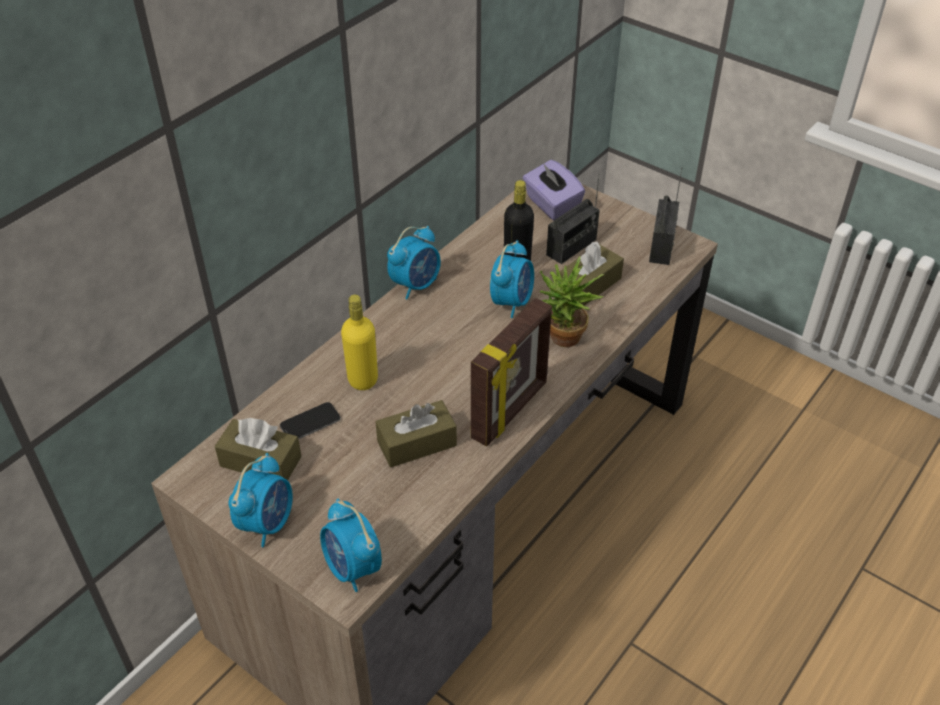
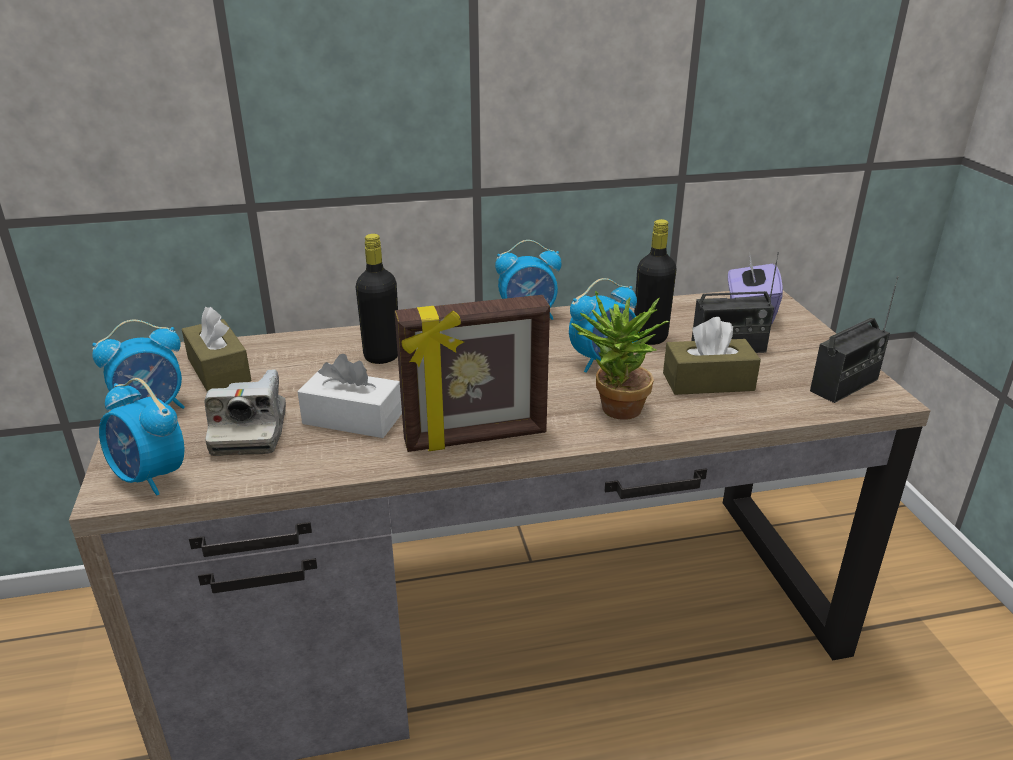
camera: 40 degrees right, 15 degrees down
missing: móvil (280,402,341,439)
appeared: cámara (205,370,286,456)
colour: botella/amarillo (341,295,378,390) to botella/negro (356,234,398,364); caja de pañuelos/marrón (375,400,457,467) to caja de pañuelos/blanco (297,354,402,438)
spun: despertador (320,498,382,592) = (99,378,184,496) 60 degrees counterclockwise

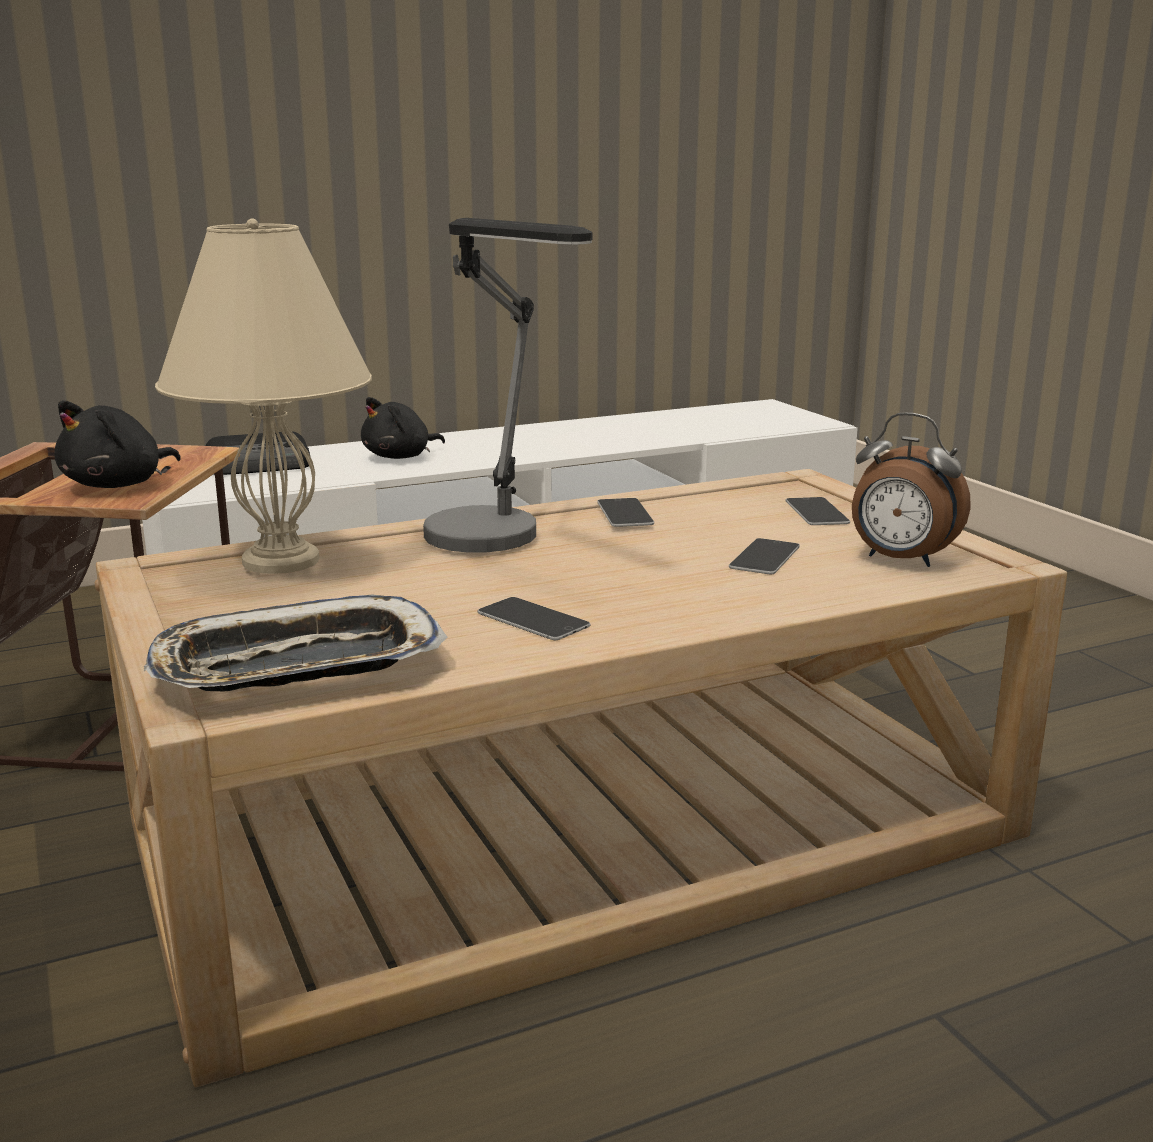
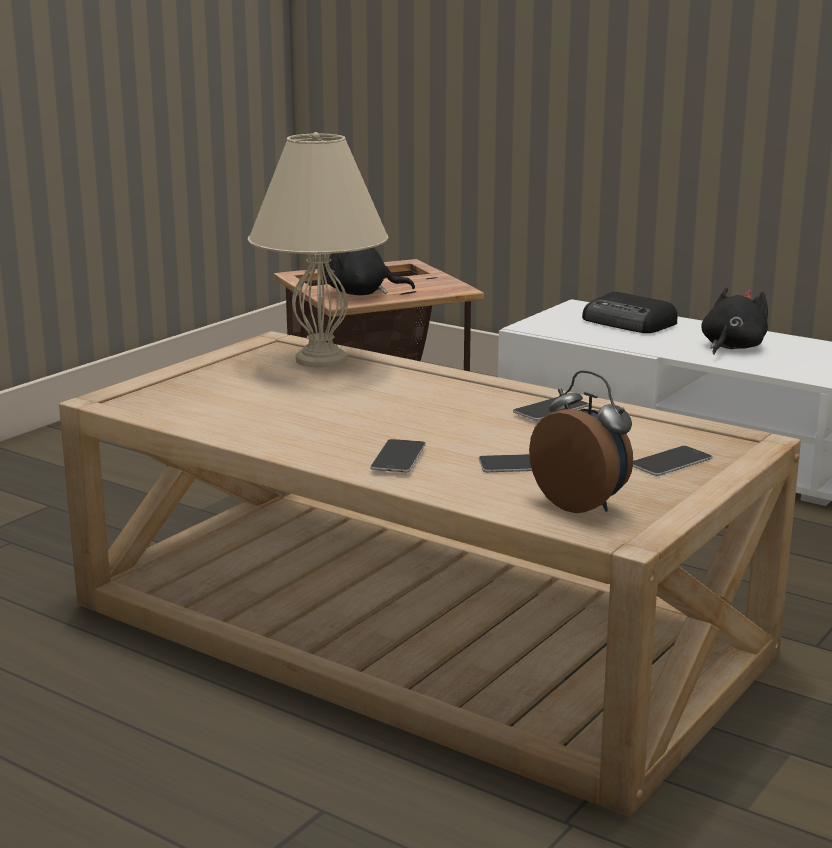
camera: 60 degrees right, 0 degrees up
missing: bandeja (144,594,448,691); lámpara de mesa (423,218,593,553)
relocated: móvil (478,597,591,640) to (370,439,426,472)
spun: peluche/negro (361,397,445,459) = (701,287,768,355) 105 degrees clockwise; despertador (852,413,971,567) = (529,370,633,513) 135 degrees clockwise

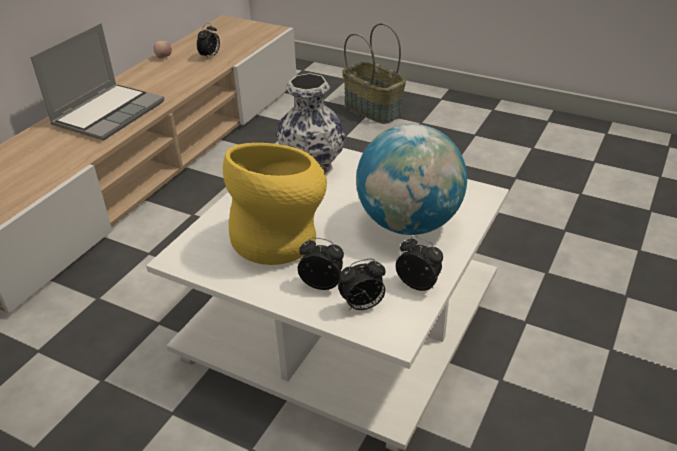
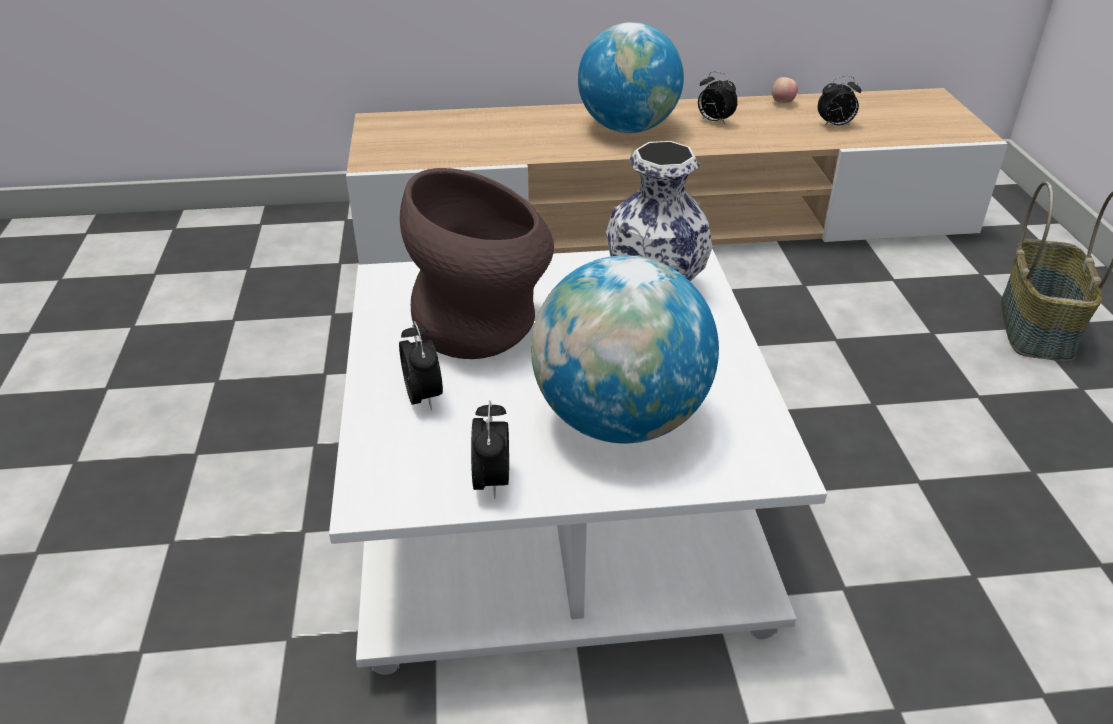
camera: 55 degrees right, 0 degrees up
relocated: despertador (338,259,386,311) to (698,71,738,124)
exchanged: portátil (30,23,164,140) to globo terráqueo (578,22,684,133)
colour: florero/amarillo (223,143,327,265) to florero/marrón (400,168,554,359)

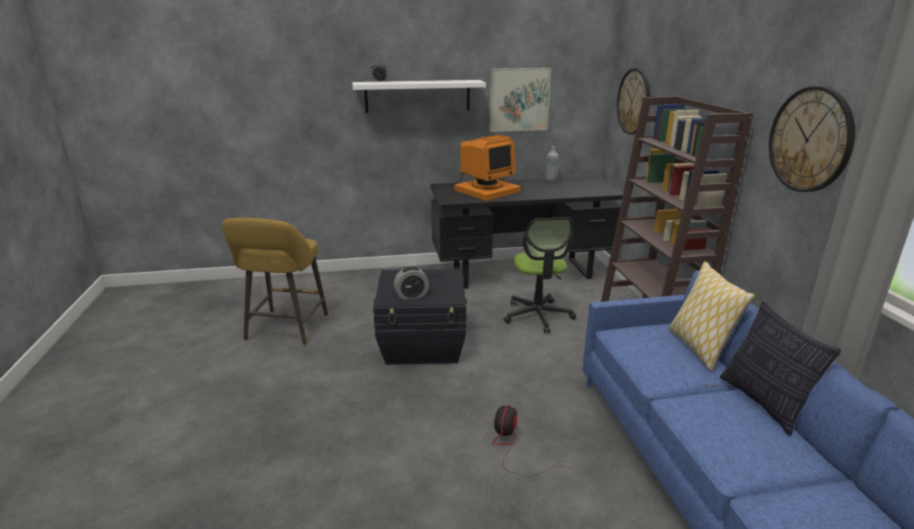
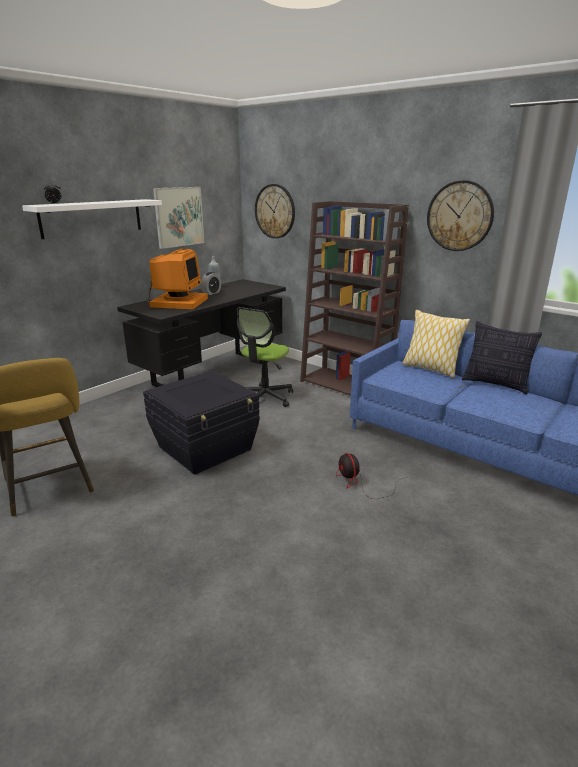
camera: 40 degrees left, 0 degrees up
relocated: despertador (394,267,429,300) to (201,272,221,295)
spun: silla de oficina (504,217,576,333) = (237,307,293,407) 75 degrees clockwise

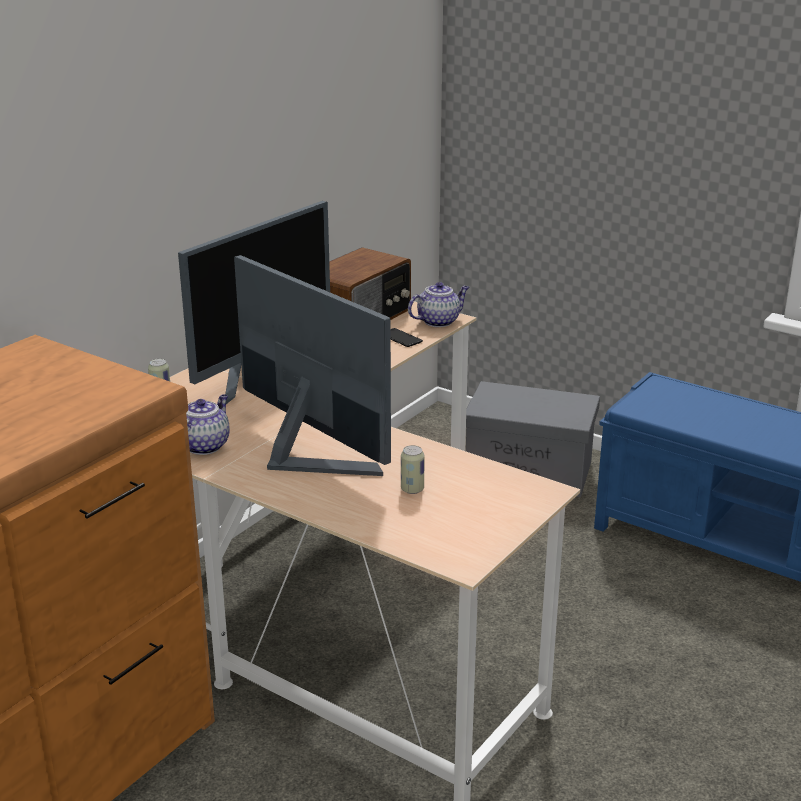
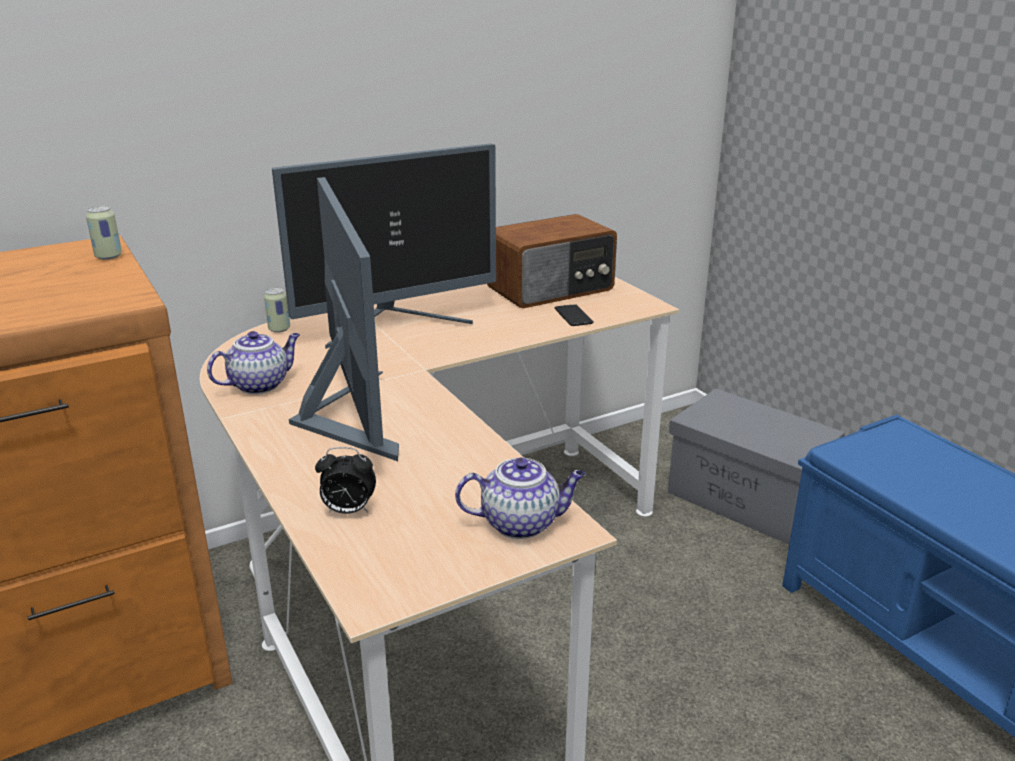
camera: 25 degrees right, 0 degrees up
appeared: despertador (315,447,376,514)
relocated: lata (401,445,425,494) to (86,206,122,260); tetera (408,282,469,327) to (455,457,586,539)

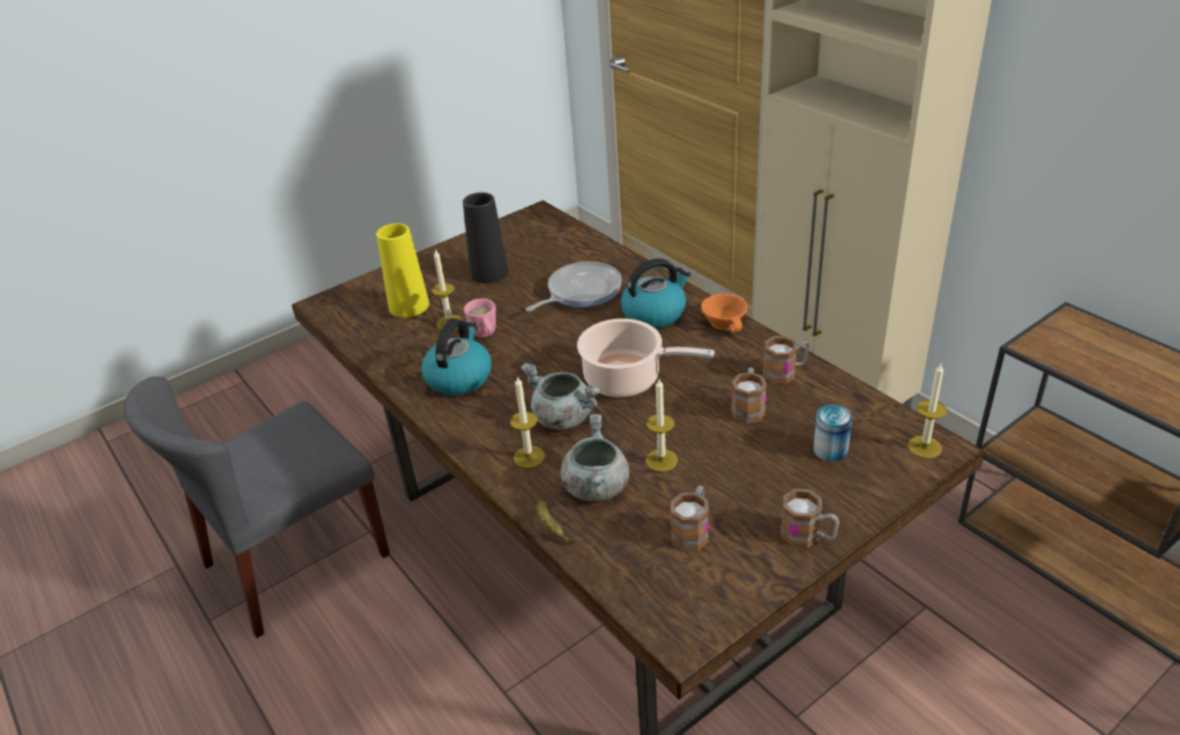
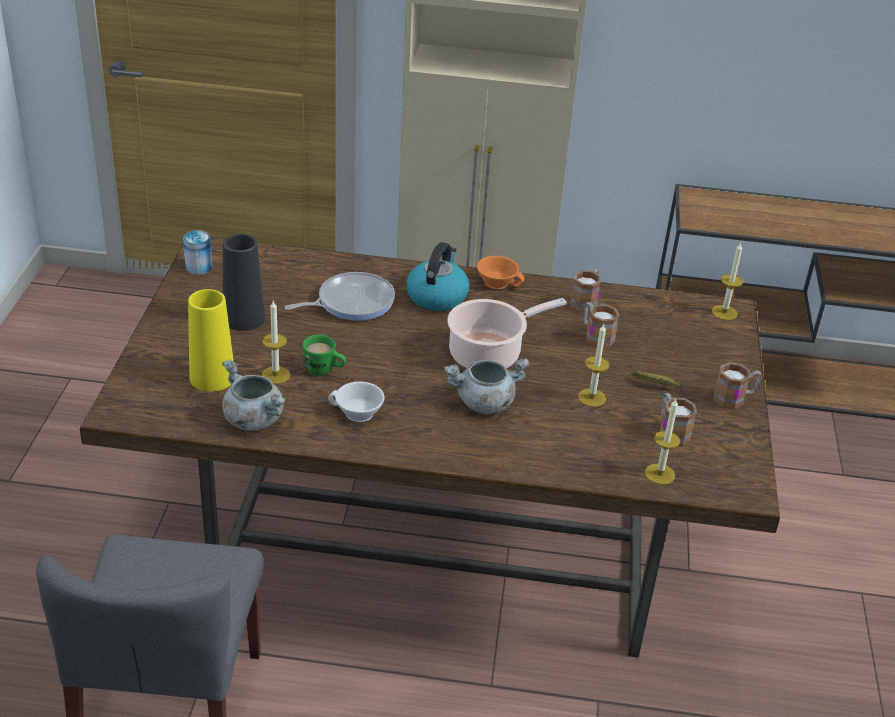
camera: 50 degrees left, 0 degrees up
relocated: vela (510,376,545,468) to (645,399,680,485); plátano (537,500,575,544) to (631,371,683,388); olla/gris (560,414,629,501) to (222,359,286,430); lata (813,405,853,462) to (183,230,212,275)
exchanged: hervidor (421,319,491,396) to taza/blanco (328,381,384,422)
colour: taza grande/rosa (464,298,496,337) to taza grande/verde (302,335,346,376)
spun: sartén (526,262,622,312) = (285,272,395,321) 60 degrees clockwise

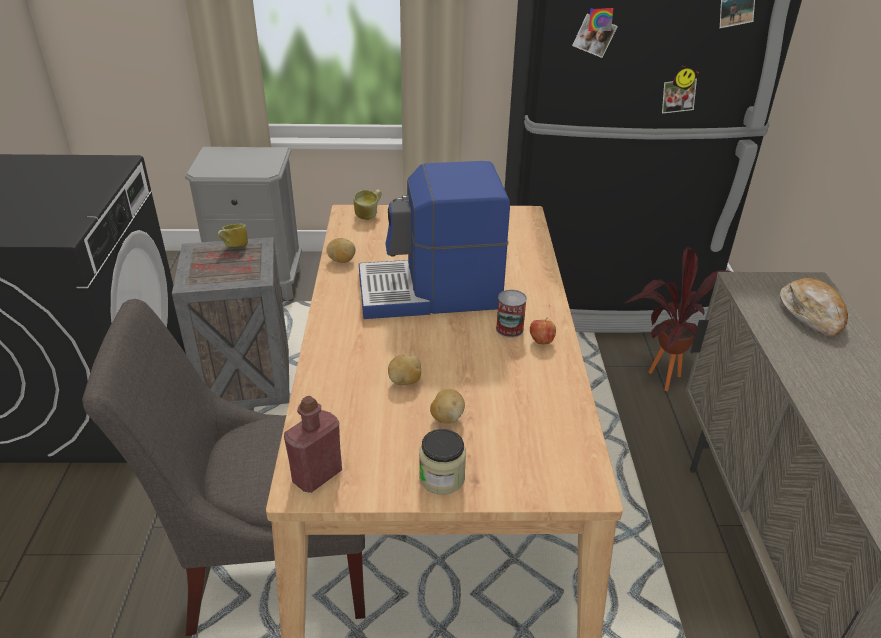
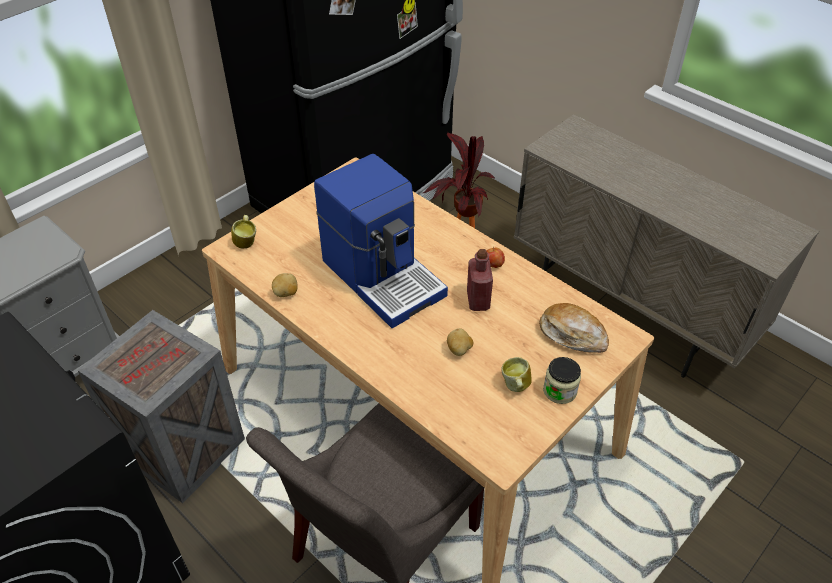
camera: 45 degrees left, 10 degrees up
missing: patata (430,389,465,424); lata (496,290,527,338)
relocated: taza grande (218,224,248,247) to (501,357,532,392); botella/rojo (284,396,342,493) to (467,249,493,311); pan (780,278,848,337) to (539,303,609,353)
spun: cafetera (359,161,510,319) = (314,154,448,328) 75 degrees counterclockwise

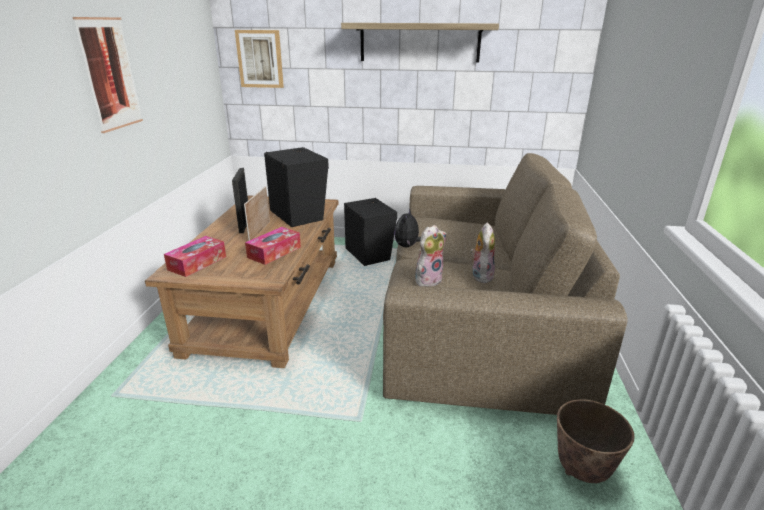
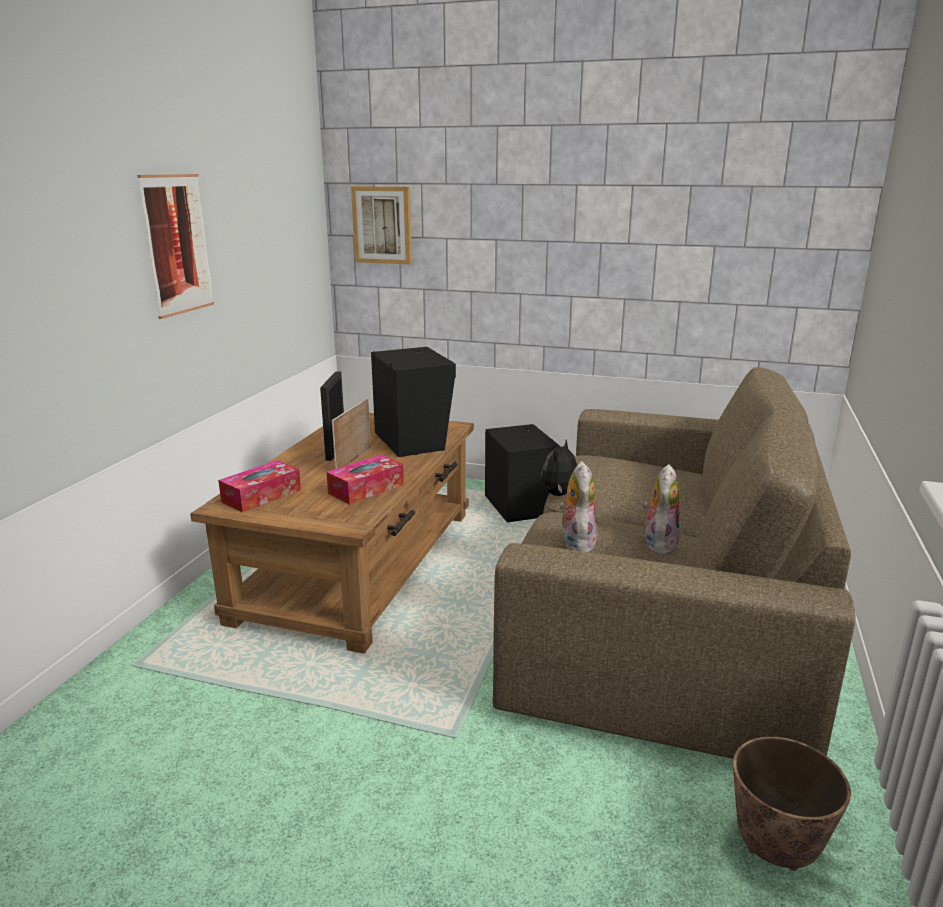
camera: 10 degrees right, 5 degrees down
missing: estante (341,23,499,63)
spun: peluche (415,225,446,287) = (559,461,597,552) 60 degrees counterclockwise

